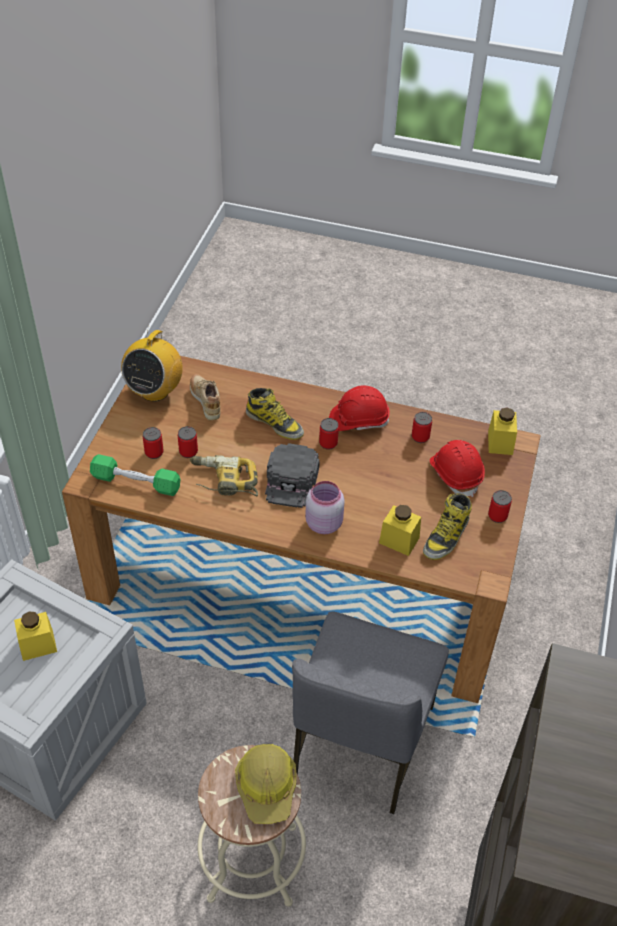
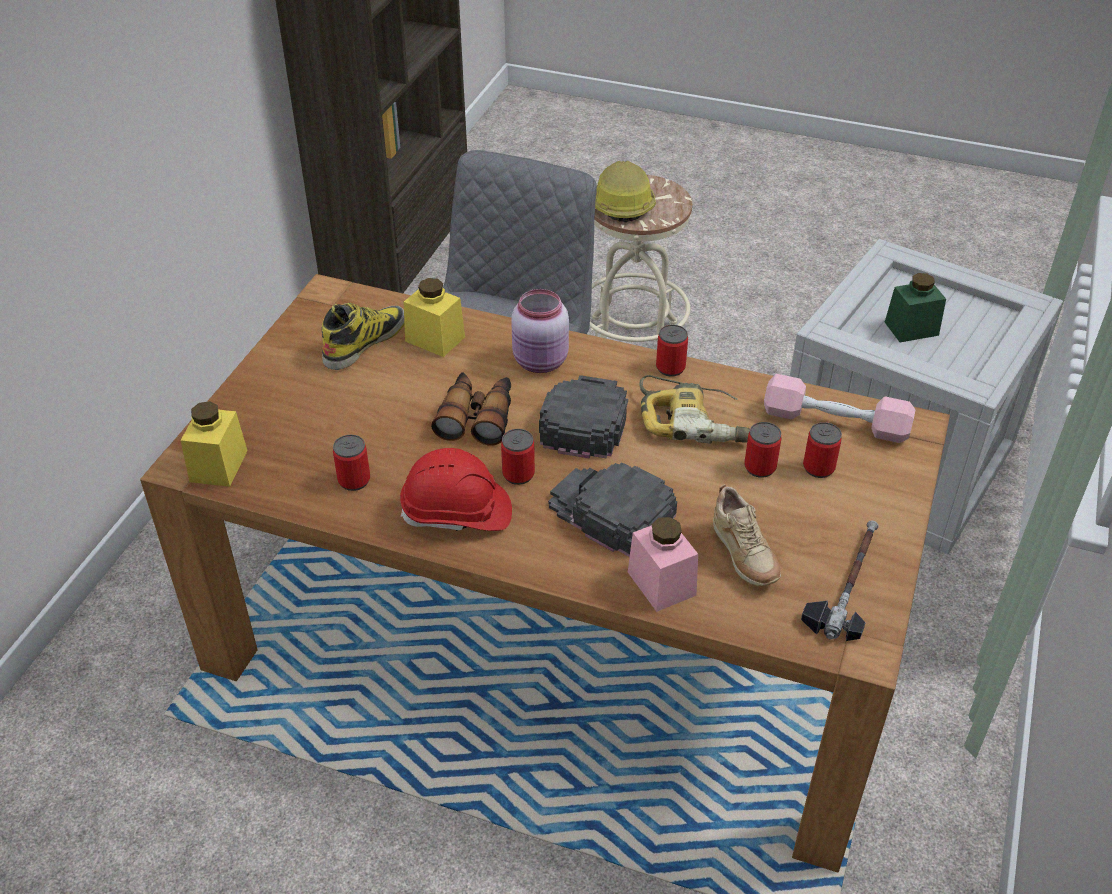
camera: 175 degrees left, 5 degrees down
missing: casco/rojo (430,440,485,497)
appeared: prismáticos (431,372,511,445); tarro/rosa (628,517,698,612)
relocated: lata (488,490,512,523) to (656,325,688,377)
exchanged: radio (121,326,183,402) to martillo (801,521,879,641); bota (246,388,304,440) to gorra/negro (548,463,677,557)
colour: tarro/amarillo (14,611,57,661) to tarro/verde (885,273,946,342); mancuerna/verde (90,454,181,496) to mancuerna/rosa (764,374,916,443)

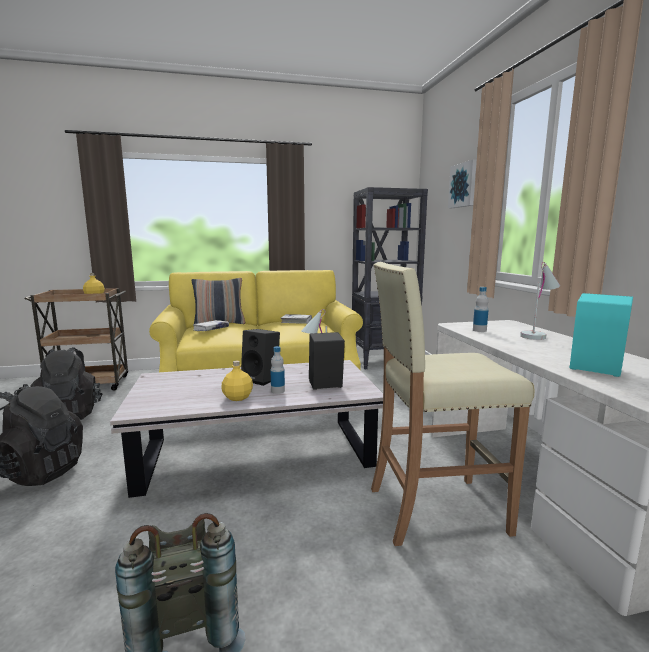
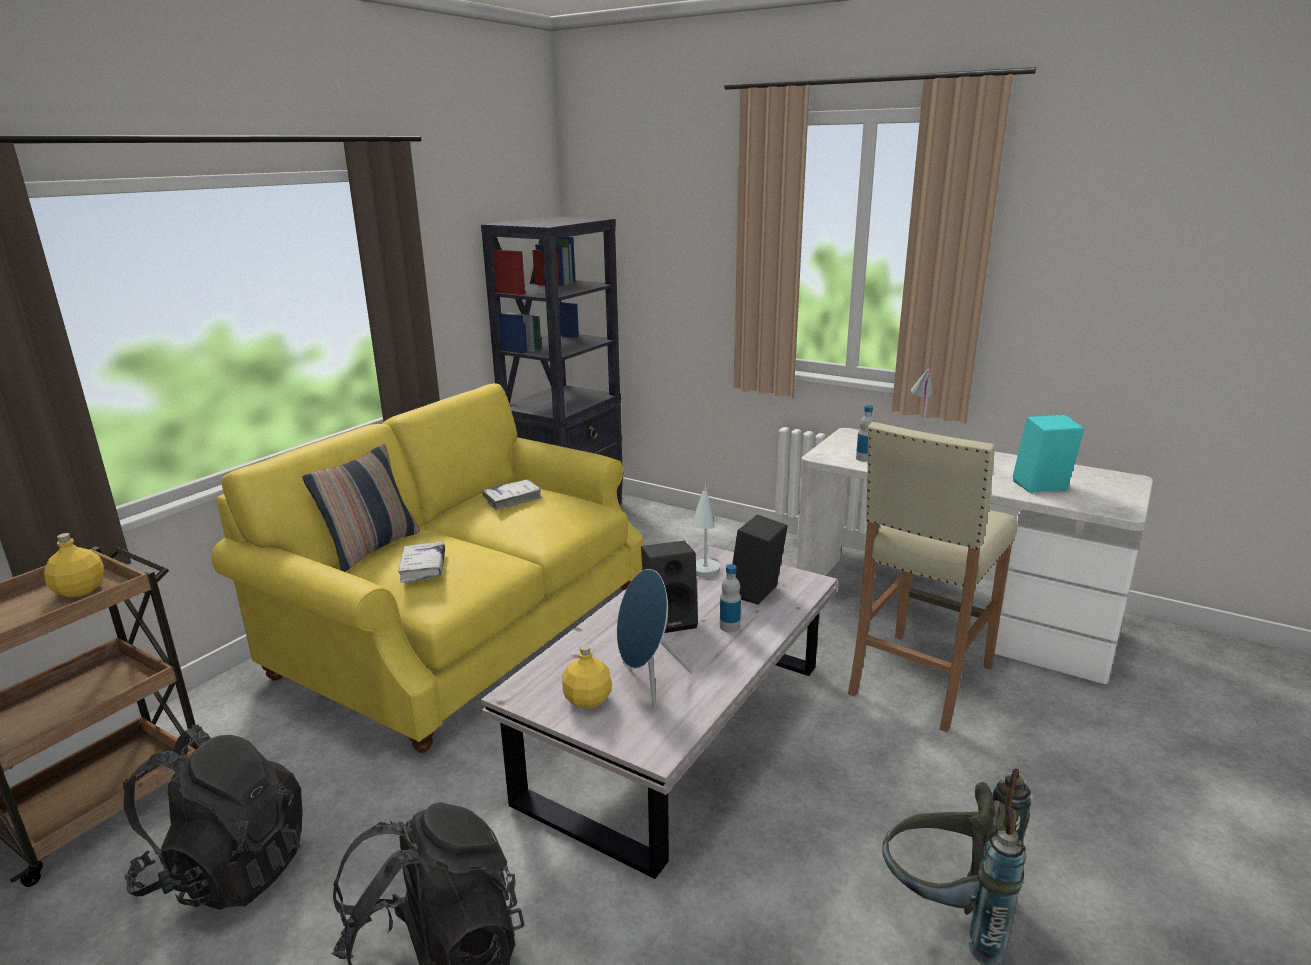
camera: 45 degrees left, 10 degrees up
missing: cuadro (448,159,477,208)
appeared: altavoz/azul (617,569,692,711)
relocated: botella/amarillo (221,361,253,401) to (562,644,612,709)

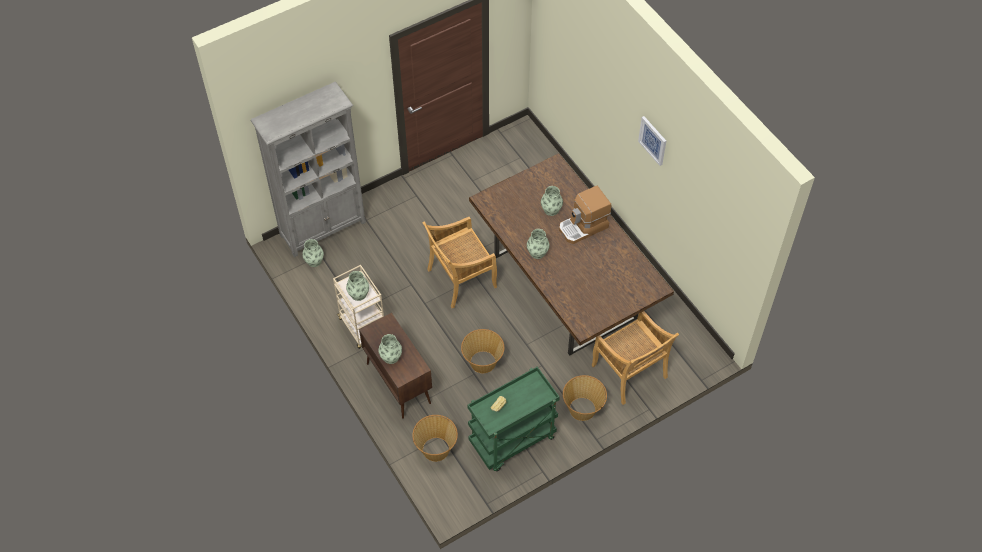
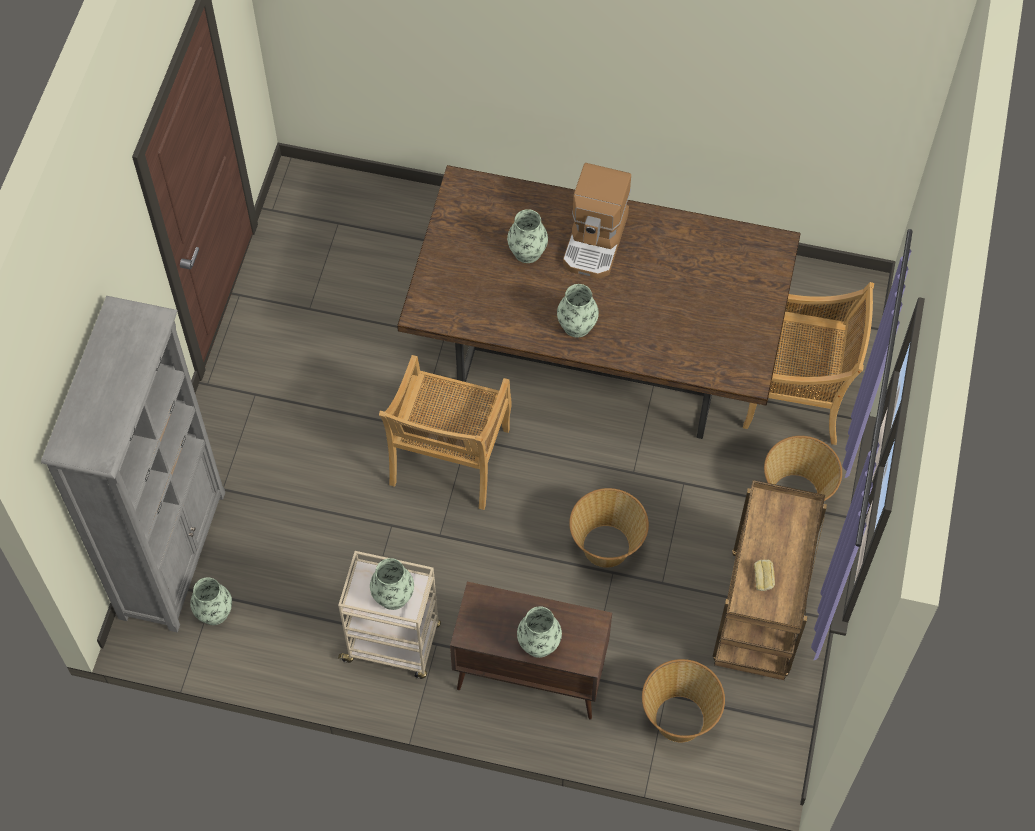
camera: 45 degrees left, 5 degrees up
missing: cuadro (638,116,666,166)
colour: carrito/verde (468,367,560,471) to carrito/marrón (712,480,827,680)

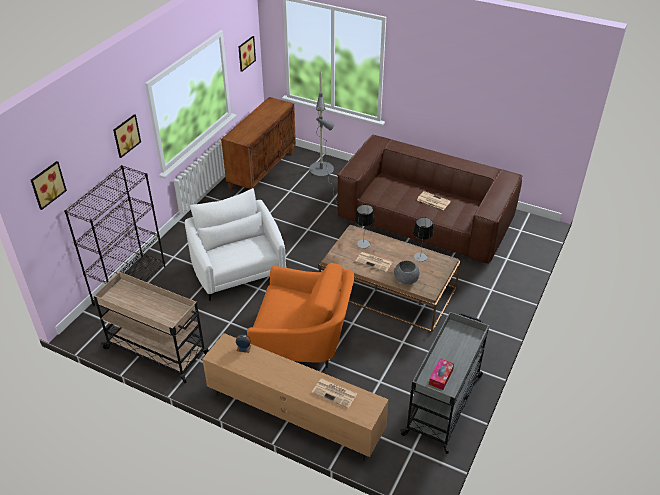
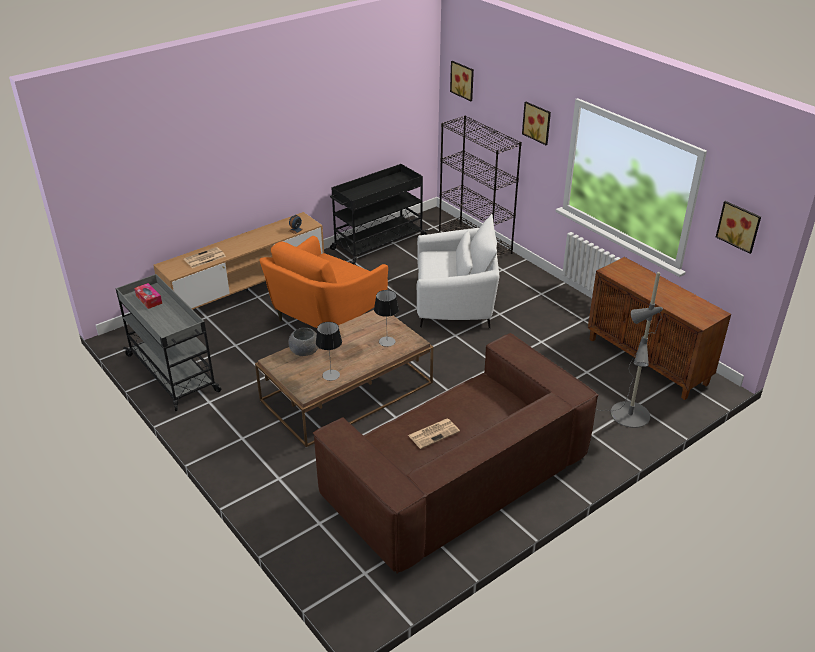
camera: 115 degrees right, 5 degrees down
missing: periódico (355,252,392,272)
colour: carrito/beis (94,272,209,383) to carrito/negro (330,164,428,265)

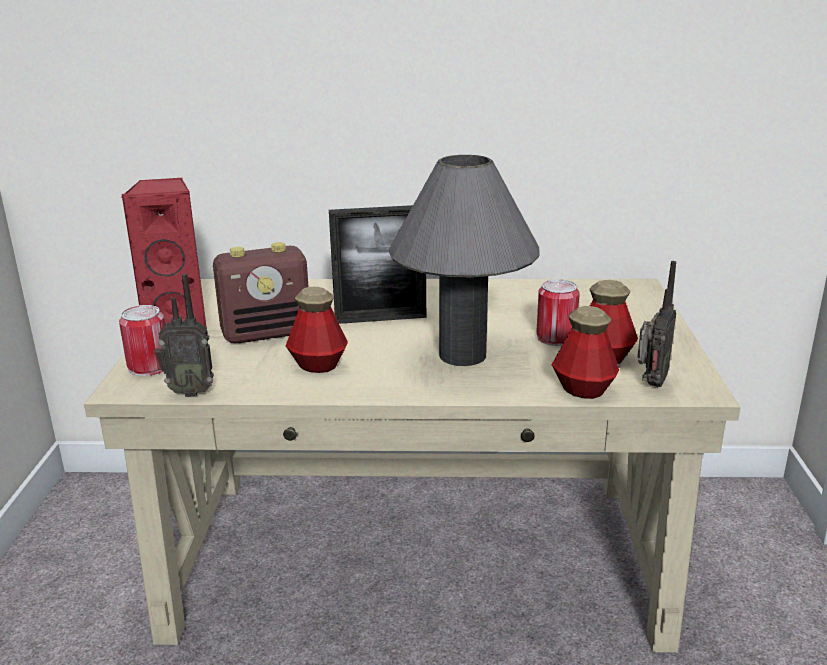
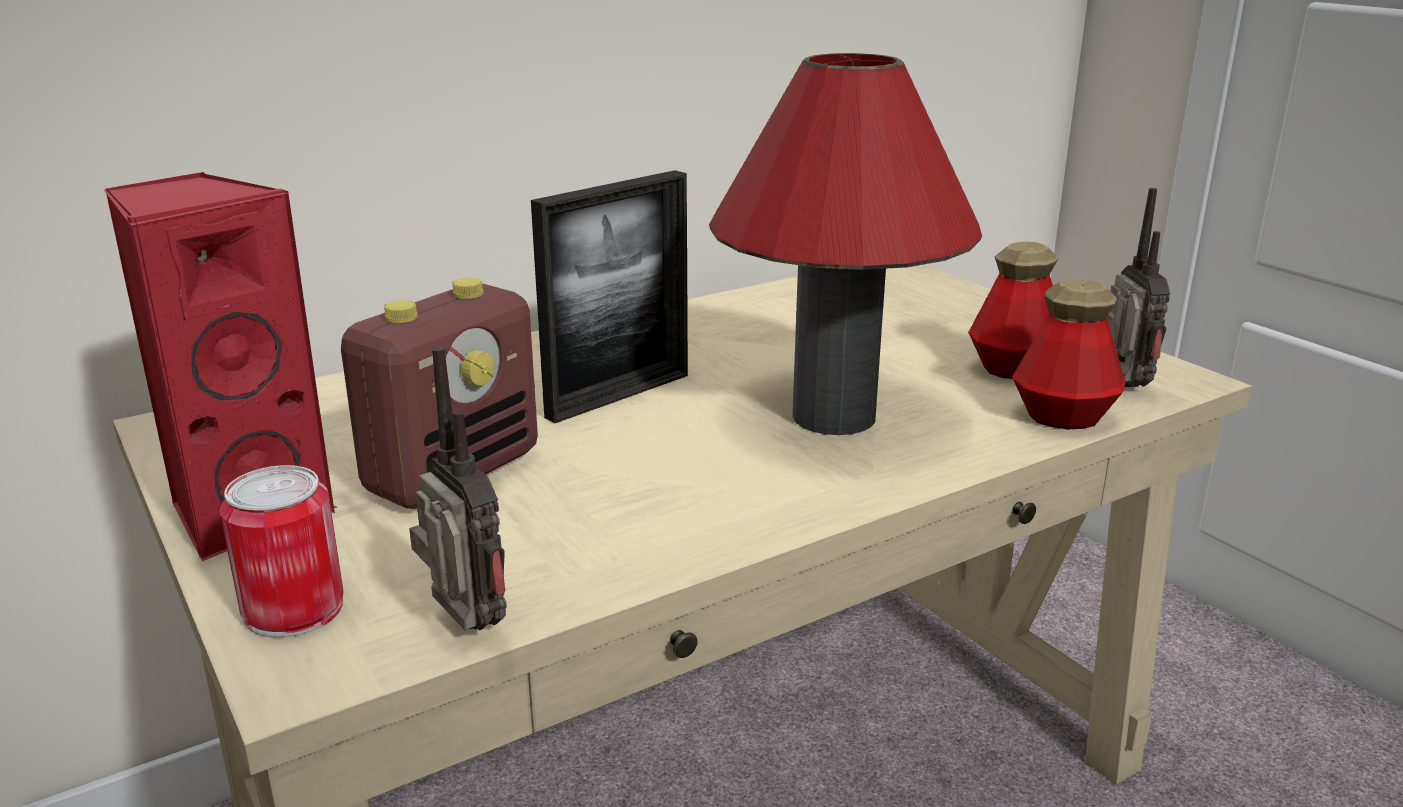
camera: 35 degrees left, 0 degrees up
missing: botella (286,287,348,373); lata (536,279,580,346)
colour: lámpara de mesa/gris (389,155,540,366) to lámpara de mesa/rojo (709,53,982,435)
spun: radio (155,274,214,397) = (409,347,507,630) 90 degrees counterclockwise

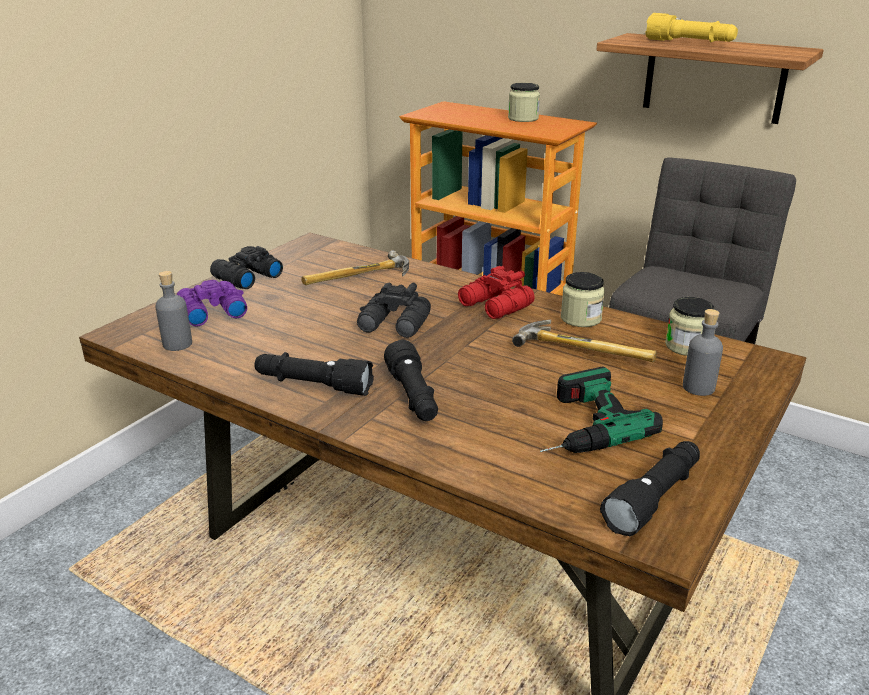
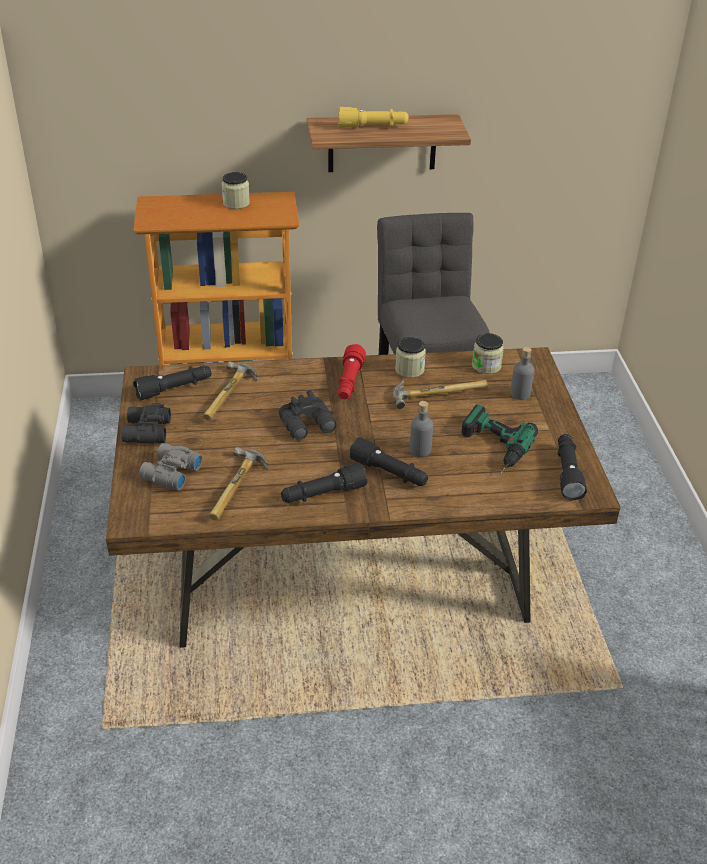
camera: 40 degrees left, 10 degrees up
appeared: linterna/negro (133,366,212,400); martillo (209,447,268,520)
relocated: botella/gris (155,271,192,351) to (410,401,433,457)
exchanged: prismáticos/rojo (458,266,535,319) to linterna/rojo (338,344,366,399)
colour: prismáticos/morado (177,280,247,327) to prismáticos/gris (139,443,202,490)

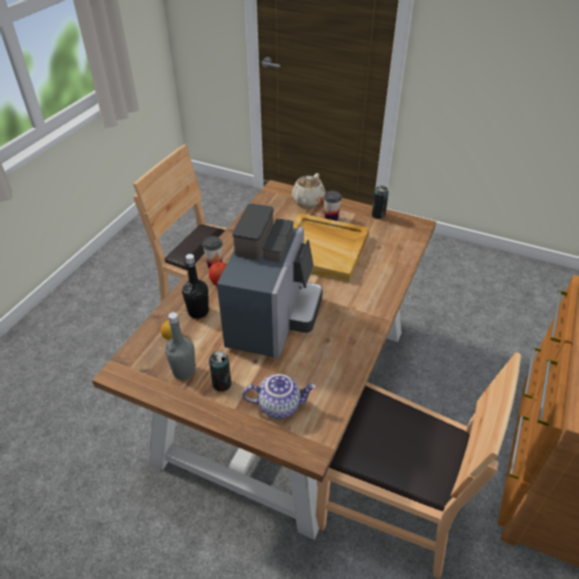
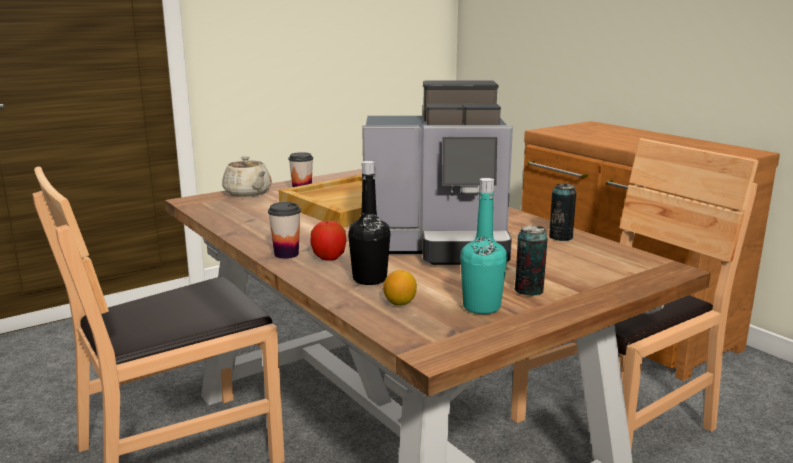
camera: 60 degrees left, 25 degrees down
missing: tetera (242,374,316,419)
relocated: lata (372,186,389,219) to (549,184,577,241)
colour: botella/gris (165,312,196,380) to botella/turquesa (460,178,507,314)
spun: cafetera (217,203,323,359) = (362,80,513,265) 135 degrees clockwise

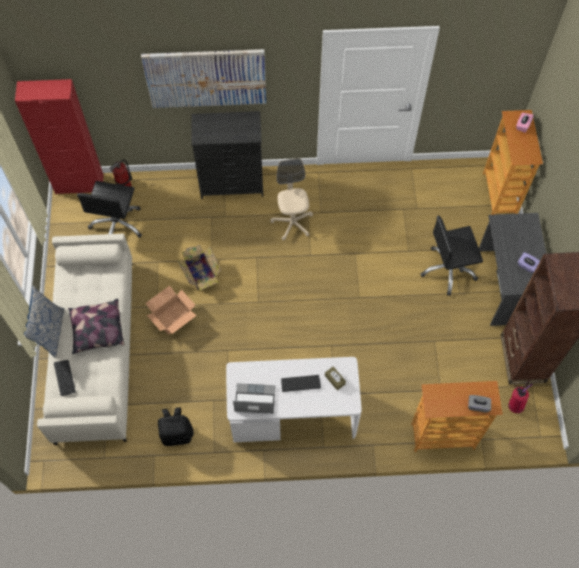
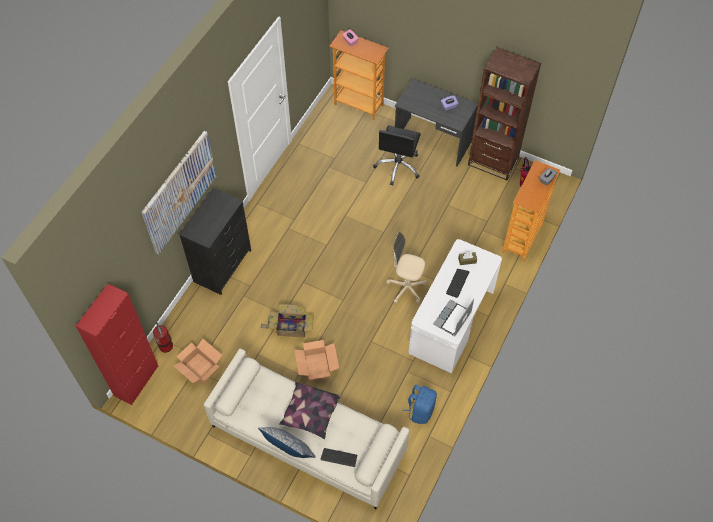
camera: 60 degrees left, 5 degrees down
relocated: silla de oficina/beis (270,158,313,241) to (386,232,427,304)
exchanged: silla de oficina/negro (77,181,142,238) to caja de cartón (174,339,222,385)
colour: mochila/negro (158,407,194,446) to mochila/azul (402,384,437,424)

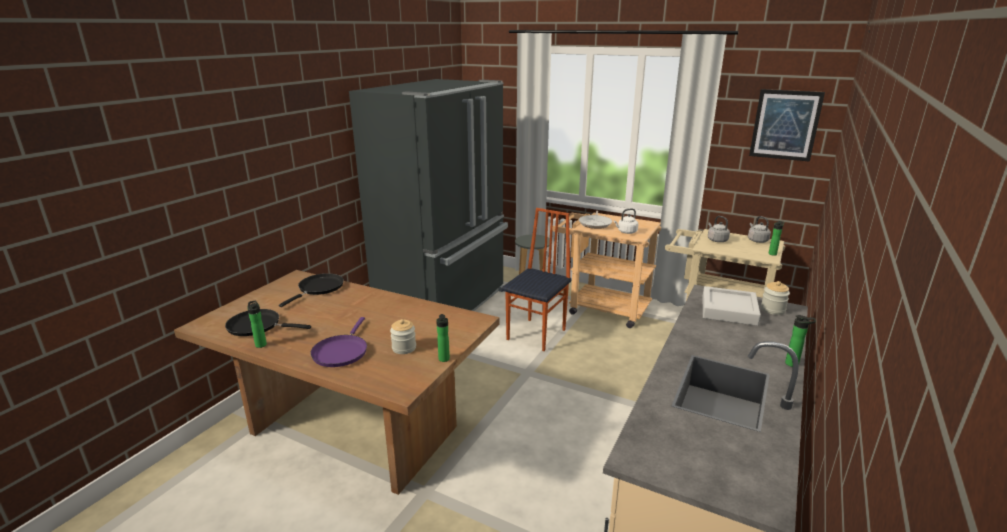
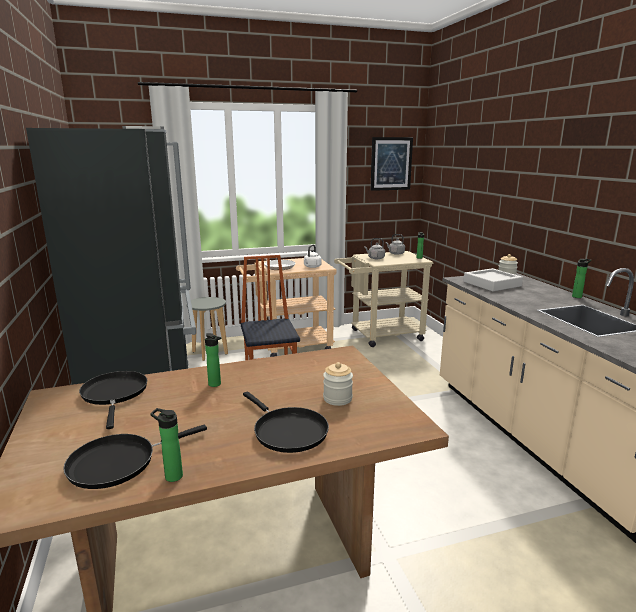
camera: 45 degrees left, 5 degrees down
relocated: botella (436,314,450,362) to (205,333,222,387)
colour: sartén/morado (310,317,367,367) to sartén/negro (243,391,329,453)

